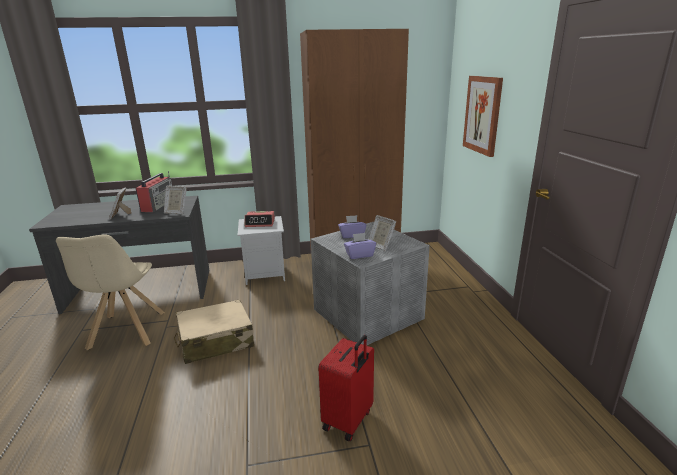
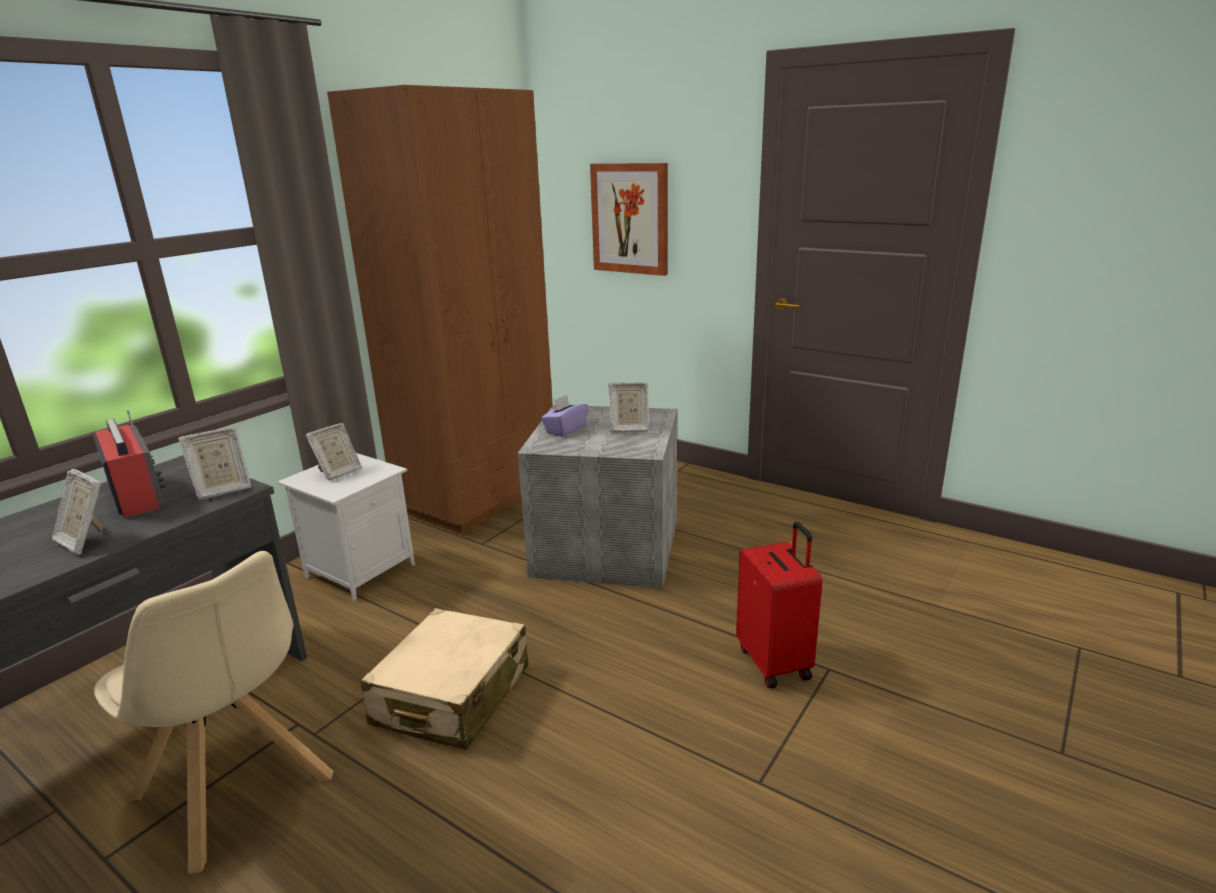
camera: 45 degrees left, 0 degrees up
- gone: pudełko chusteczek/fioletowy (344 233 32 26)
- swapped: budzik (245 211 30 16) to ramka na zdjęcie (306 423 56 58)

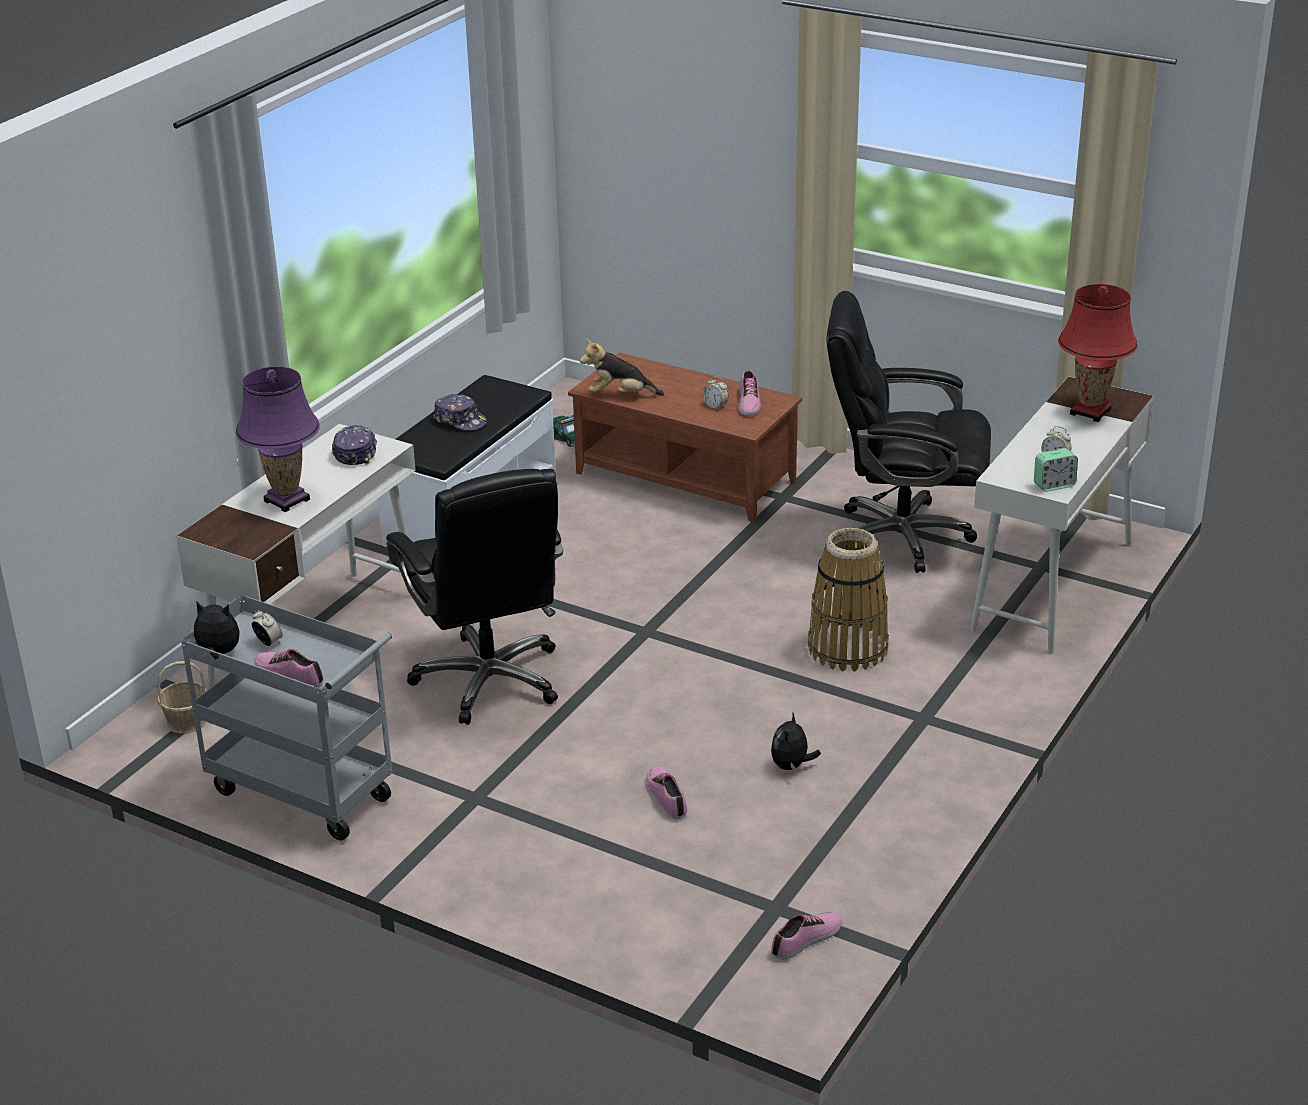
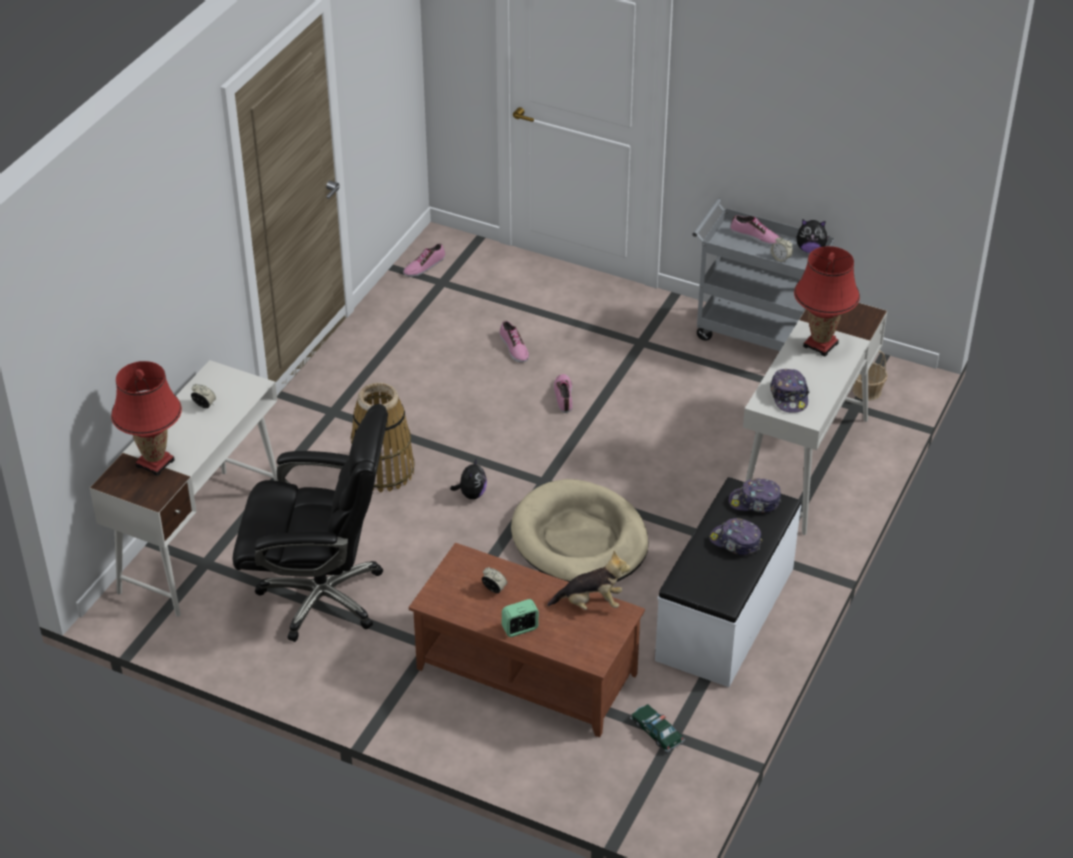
camera: 175 degrees right, 10 degrees up
- gone: krzesło biurowe/czarny (386 469 177 256)
- new: legowisko/beżowy (511 479 138 103)
- new: czapka z daszkiem (729 478 52 35)
- shifted: but (738 370 23 46) to (554 374 19 39)
- shifted: pluszak (771 713 50 59) to (450 458 37 41)
- shifted: budzik (1034 448 44 44) to (502 599 37 38)
- repainted: lampa stołowa/fioletowy (236 366 84 146) to lampa stołowa/czerwony (794 246 66 110)

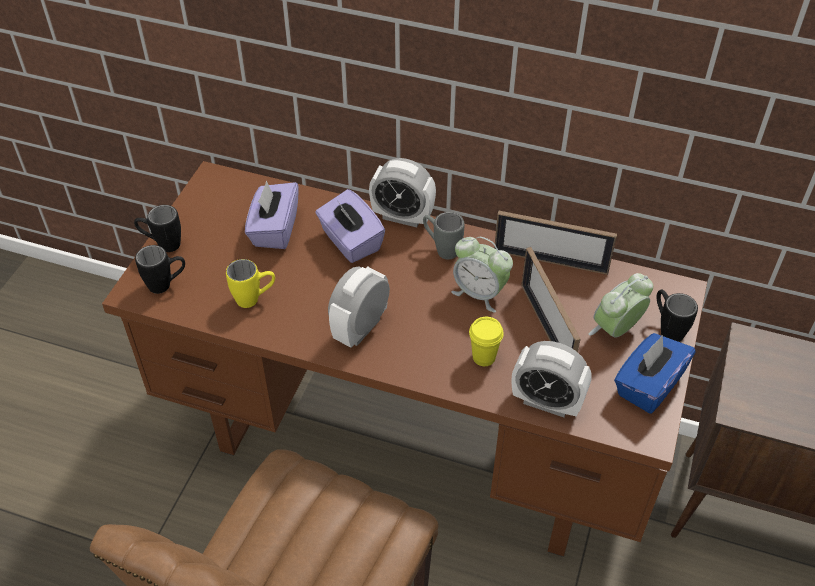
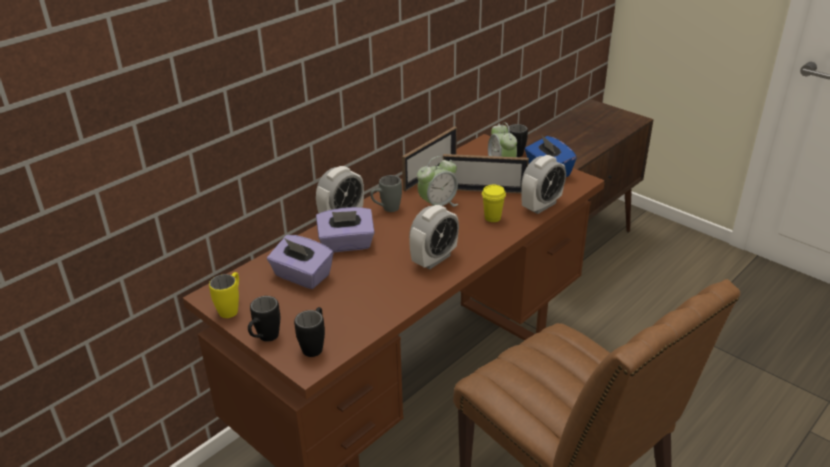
camera: 65 degrees left, 15 degrees down
- shifted: kubek/żółty (226 259 49 49) to (209 272 30 46)
- rotated: budzik (328 266 62 82) = (409 205 50 64) 105 degrees counterclockwise

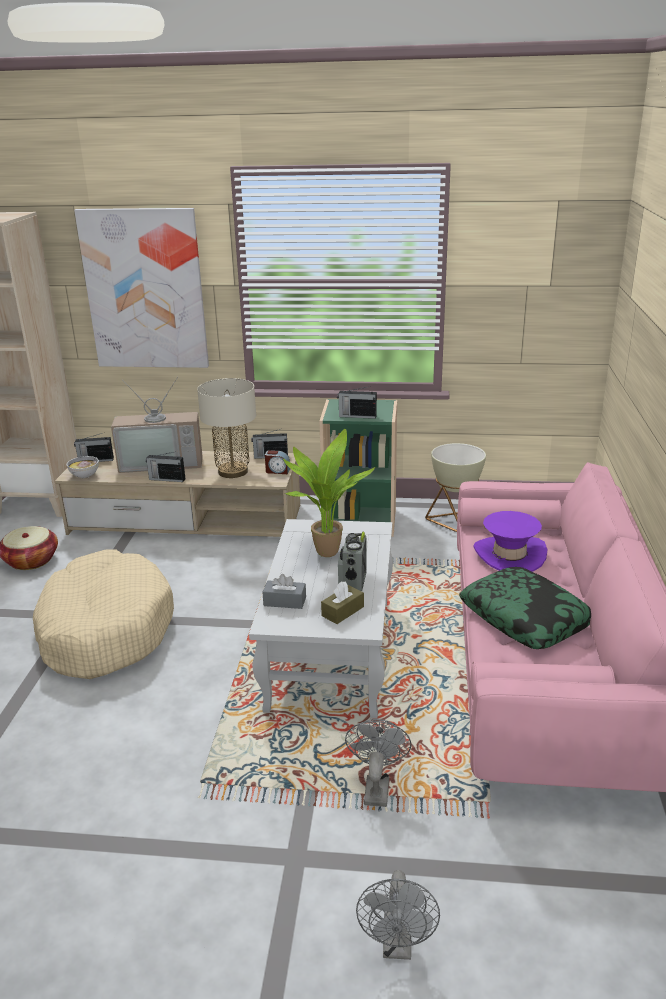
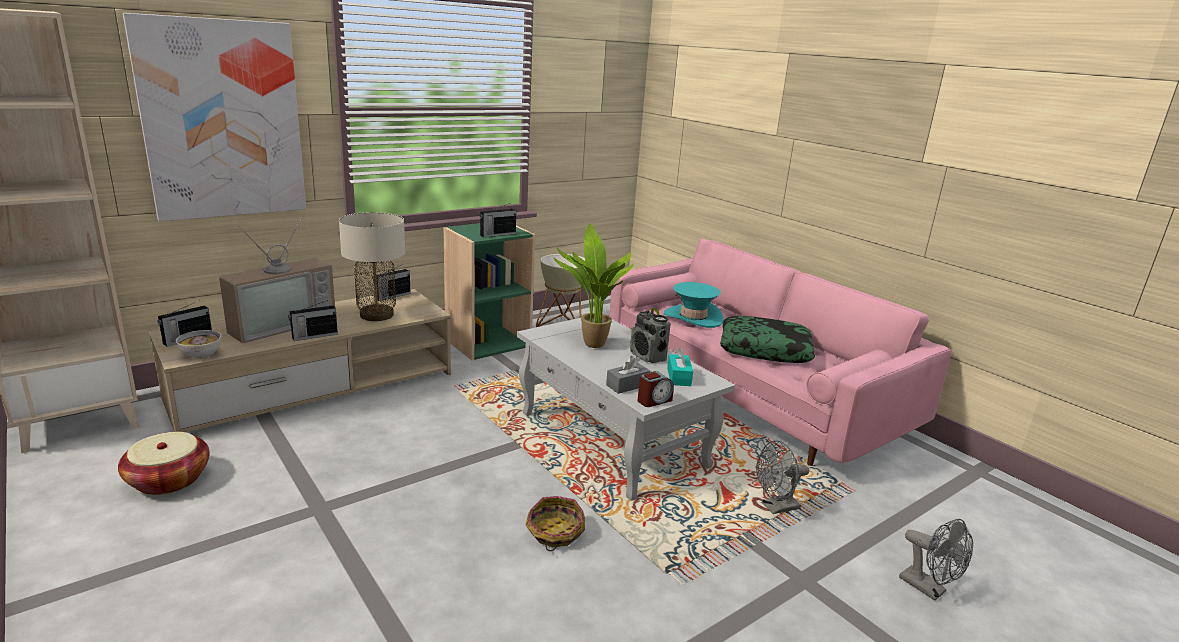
camera: 45 degrees left, 5 degrees down
- gone: legowisko/beżowy (33 550 141 129)
- new: koszyk (526 496 59 55)
- shifted: budzik (265 450 25 24) to (637 371 37 36)
- repainted: pudełko chusteczek/brązowy (321 581 43 43) to pudełko chusteczek/turkusowy (667 347 26 39)
- repainted: kapelusz/fioletowy (473 511 74 61) to kapelusz/turkusowy (664 282 59 46)
- rotated: wentylator/szary (345 719 67 88) = (756 440 53 74) 75 degrees counterclockwise

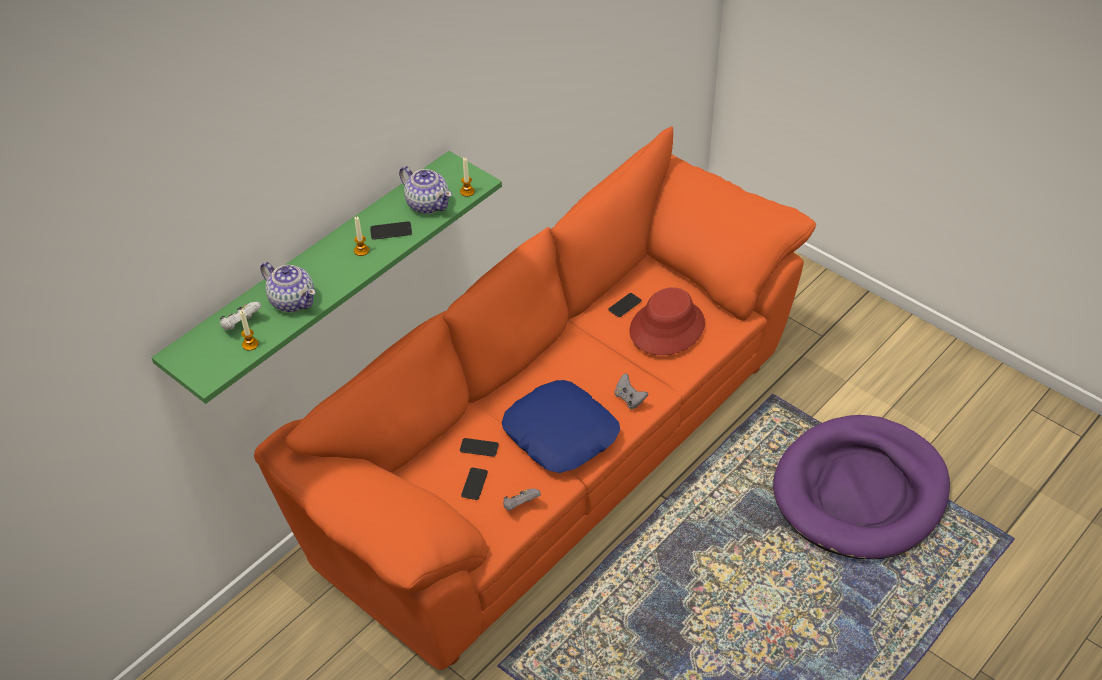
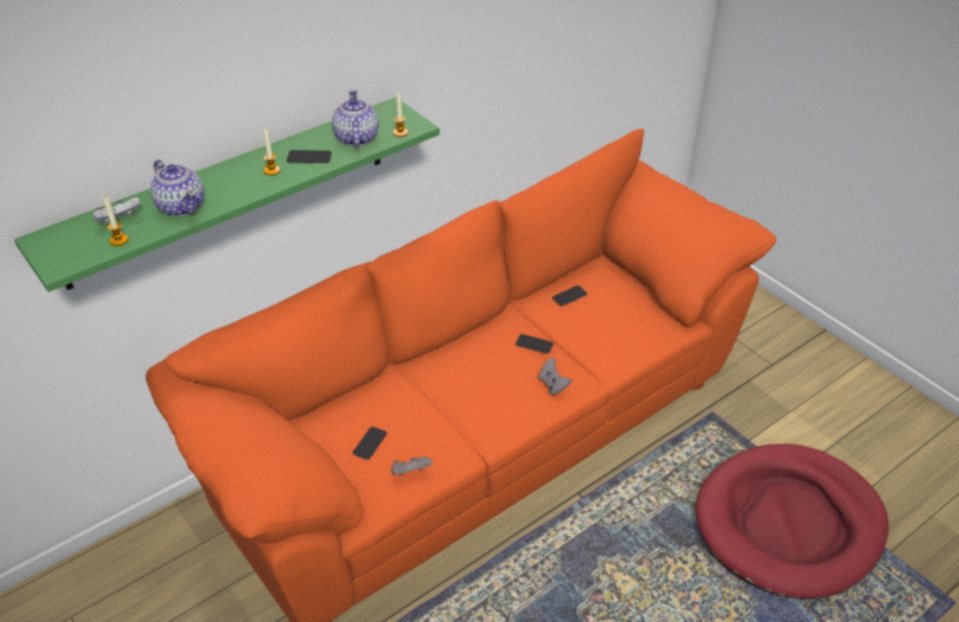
camera: 10 degrees right, 5 degrees down
- gone: poduszka/niebieski (502 380 118 93)
- gone: kapelusz/czerwony (630 287 75 68)
- shifted: telefon (460 438 39 19) to (515 334 39 20)
- repainted: legowisko/fioletowy (773 415 177 144) to legowisko/czerwony (695 444 194 155)
- rotated: imbryk (399 166 53 48) = (332 90 47 57) 150 degrees counterclockwise

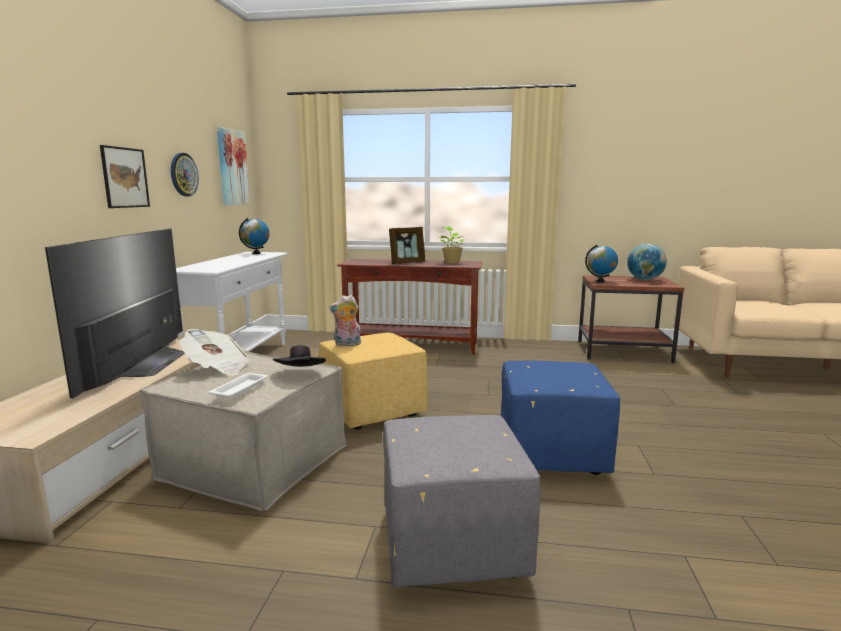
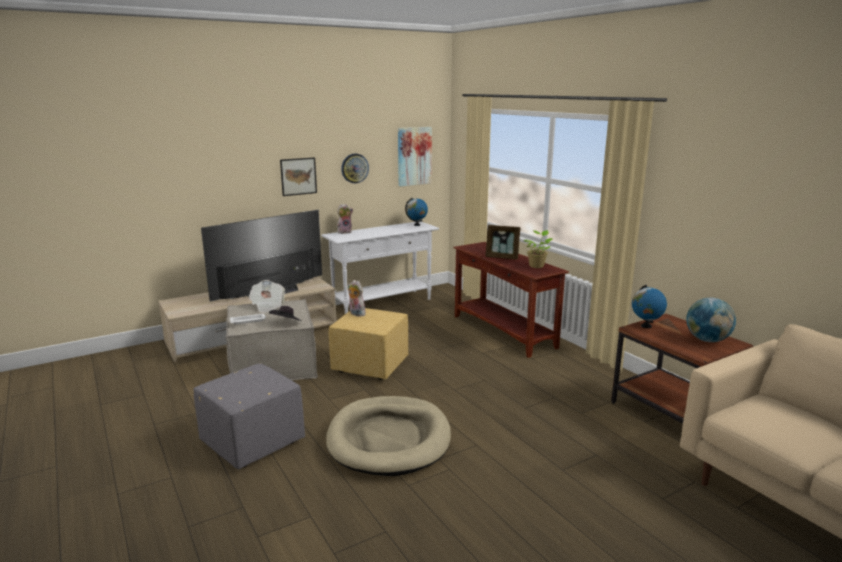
camera: 50 degrees right, 5 degrees up
- new: pluszak (337 204 16 30)
- swapped: pufa/niebieski (501 361 119 114) to legowisko/beżowy (326 396 125 80)

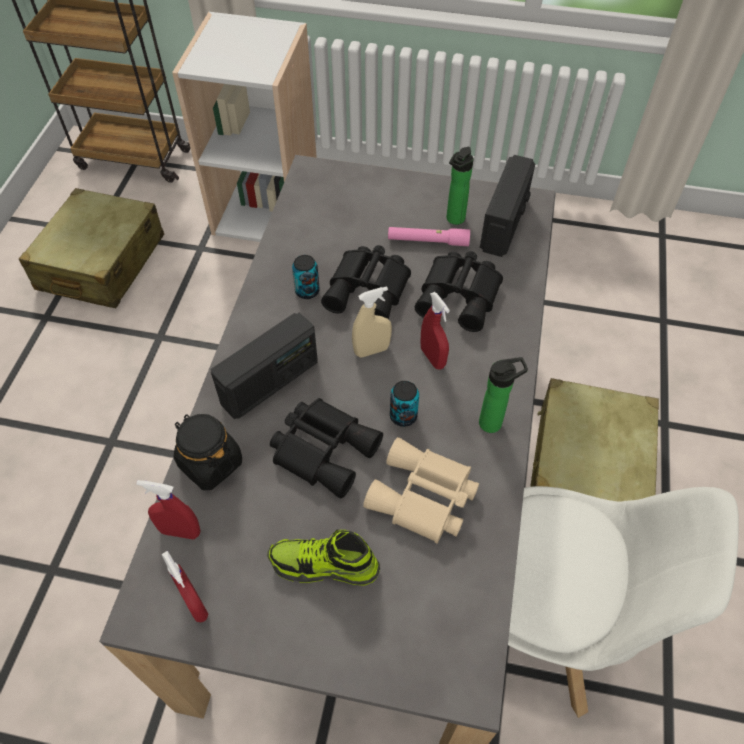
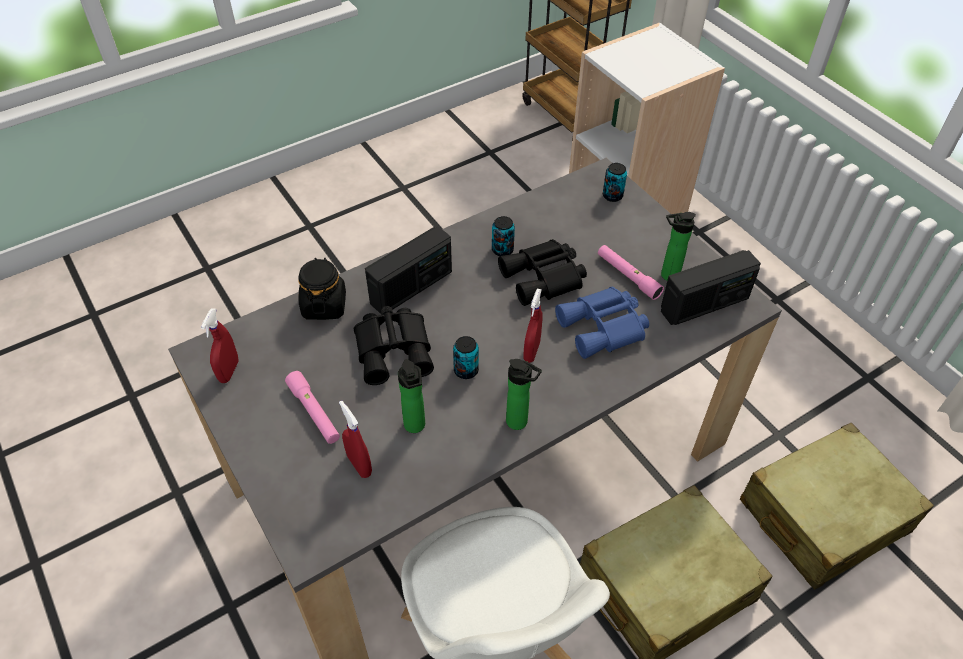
camera: 45 degrees right, 5 degrees down
- gone: spryskiwacz/beżowy (352 286 40 72)
- new: puszka (603 163 24 39)
- shifted: walizka/beżowy (19 188 145 120) to (740 423 194 167)
- shifted: spryskiwacz/czerwony (137 480 63 59) to (339 401 33 77)
- swapped: but (267 530 113 56) to latarka/różowy (285 371 55 73)
- swapped: lornetka/beżowy (363 437 116 107) to butelka (398 359 27 74)
- repainted: lornetka/czarny (415 251 88 81) to lornetka/niebieski (555 287 94 72)
- rotated: radio (211 313 107 106) = (365 226 87 88) 45 degrees counterclockwise

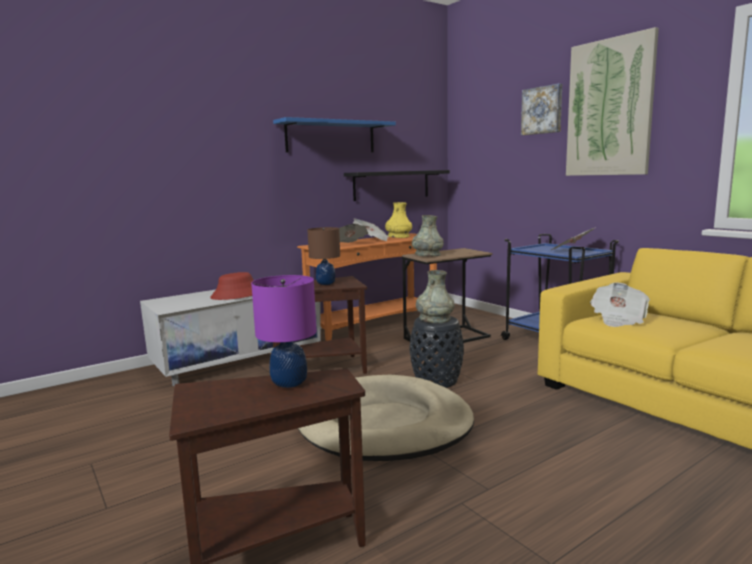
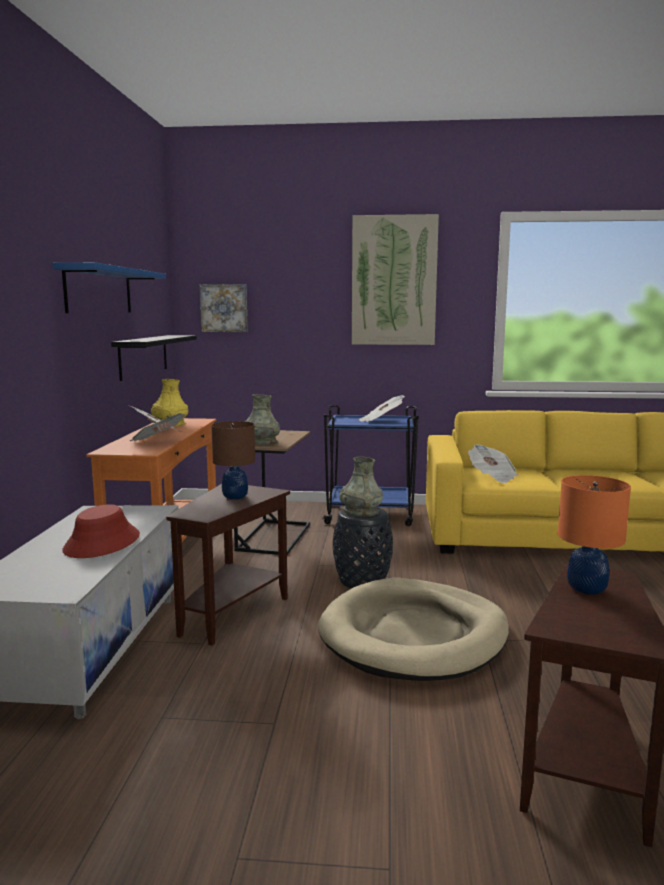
camera: 50 degrees left, 0 degrees up
- shifted: obraz (521 83 41 52) to (199 284 49 48)
- repainted: lampa stołowa/fioletowy (251 275 65 113) to lampa stołowa/pomarańczowy (558 475 73 120)

